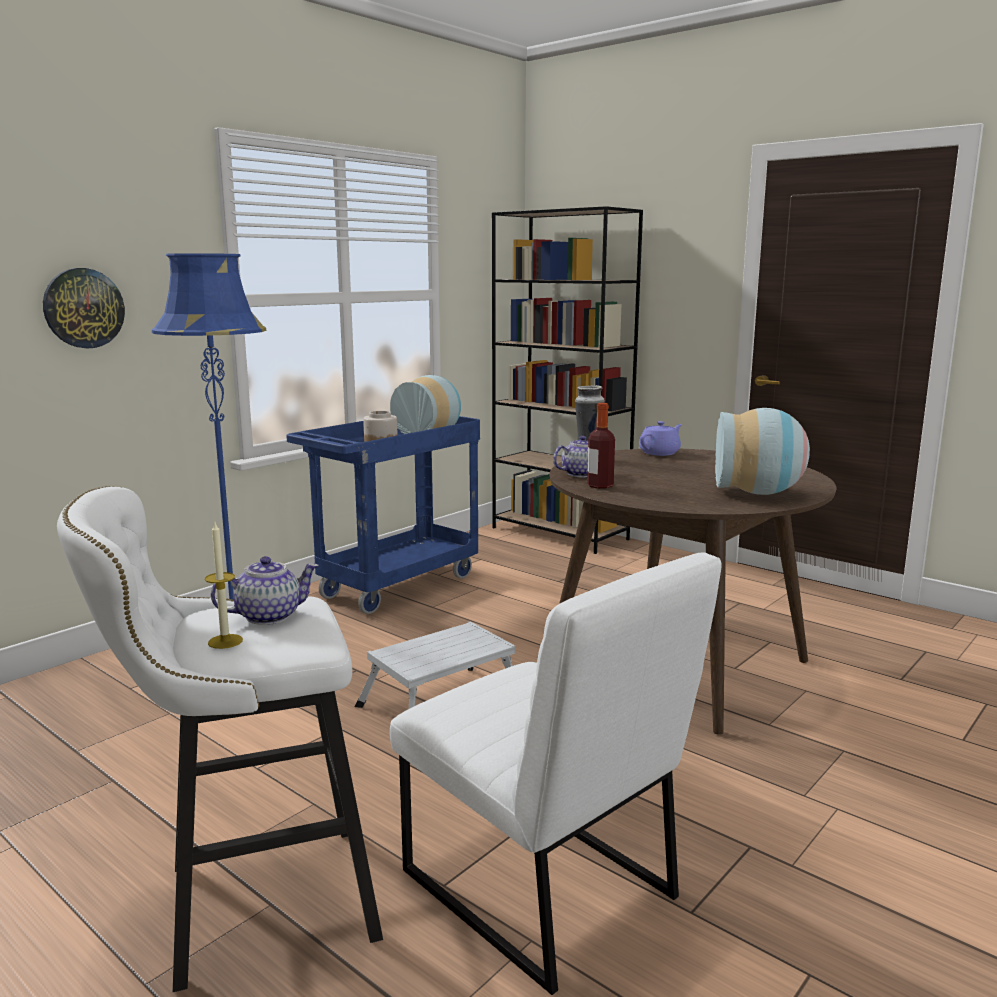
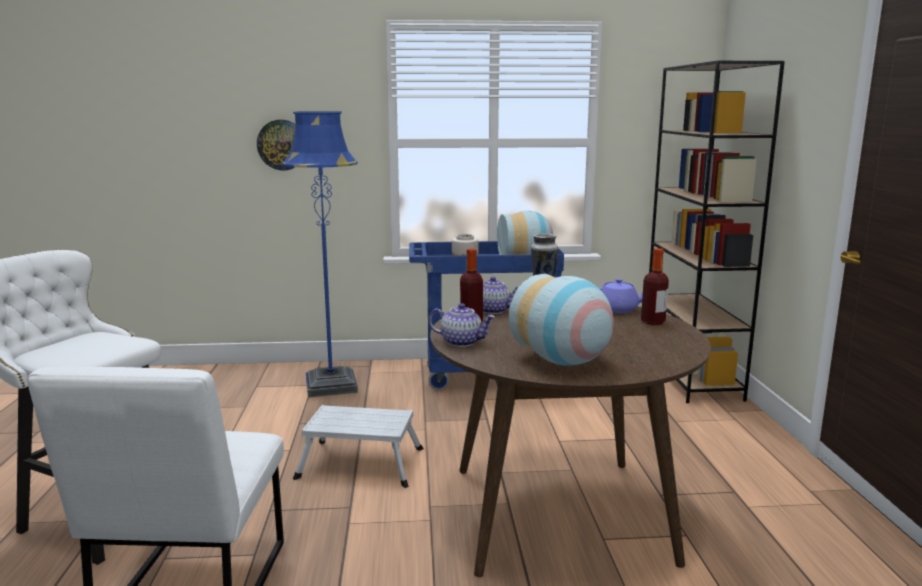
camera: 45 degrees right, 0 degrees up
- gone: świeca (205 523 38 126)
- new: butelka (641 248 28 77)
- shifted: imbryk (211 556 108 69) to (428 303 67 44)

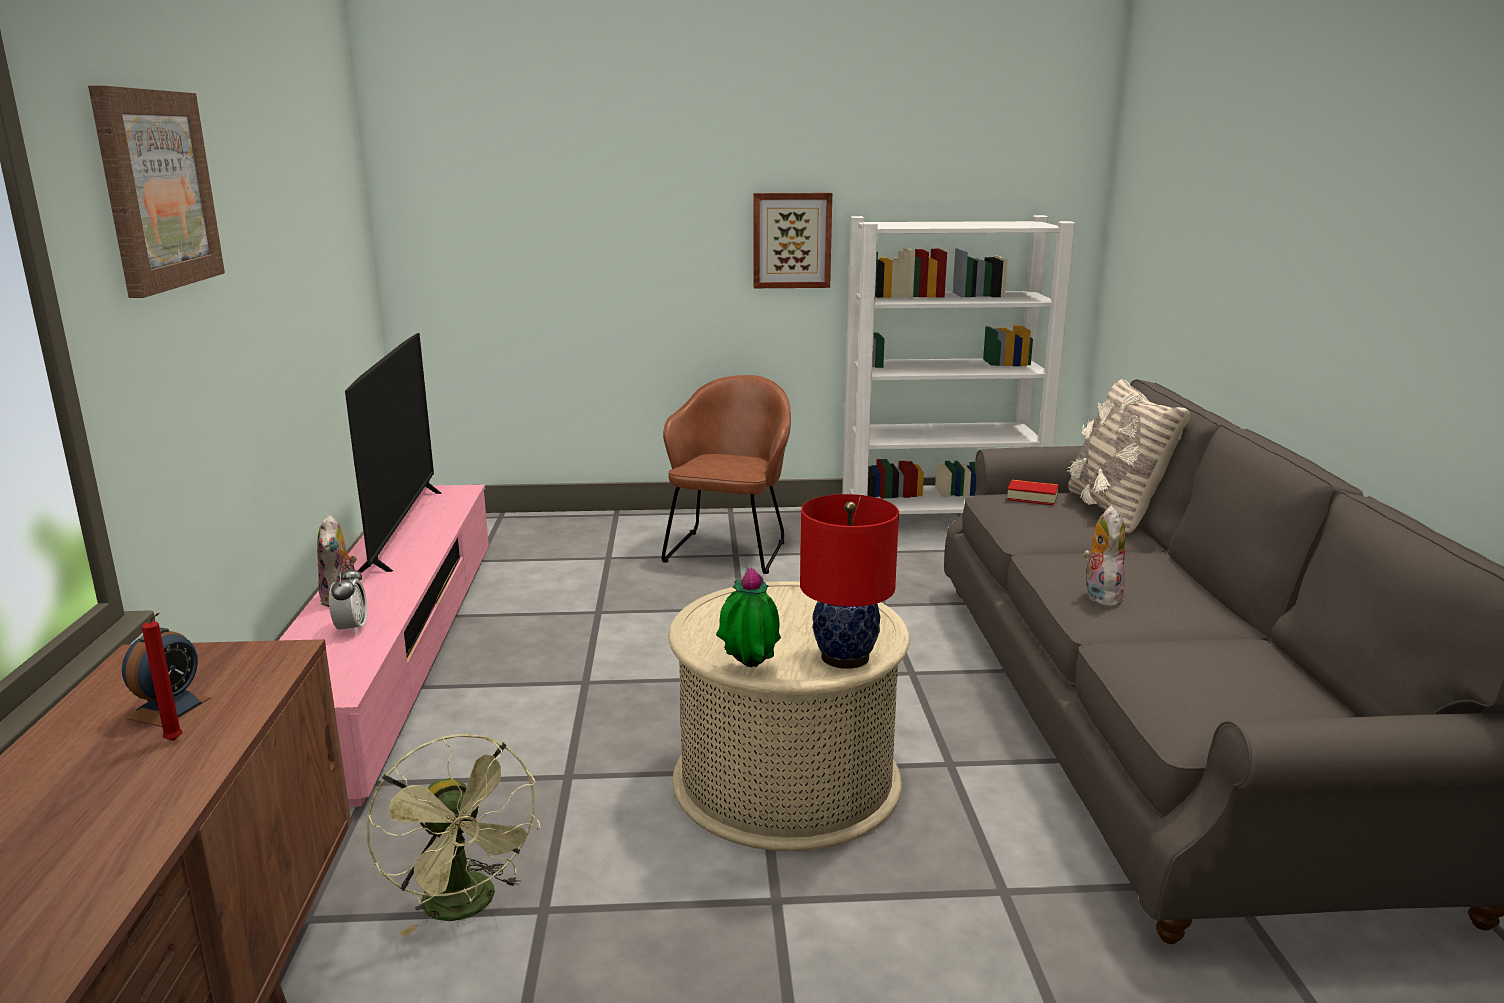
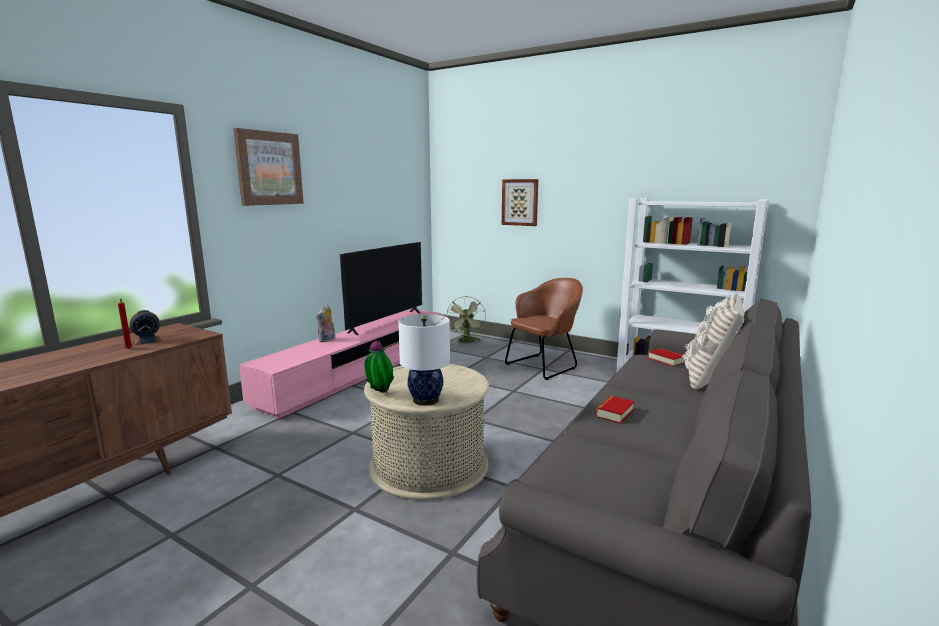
camera: 35 degrees right, 5 degrees down
- gone: budzik (329 564 38 71)
- shifted: wentylator/zielony (367 734 174 203) to (446 296 40 47)
- shifted: obraz (753 193 79 95) to (502 179 36 47)
- swapped: pluszak (1083 506 42 101) to książka (596 396 39 28)
- repainted: lampa stołowa/czerwony (800 494 99 175) to lampa stołowa/biały (398 314 52 92)

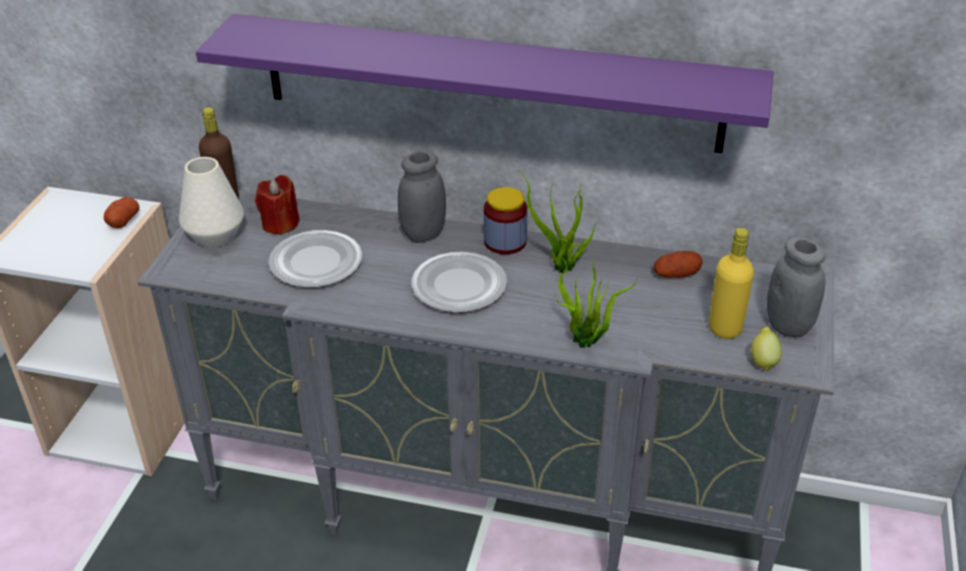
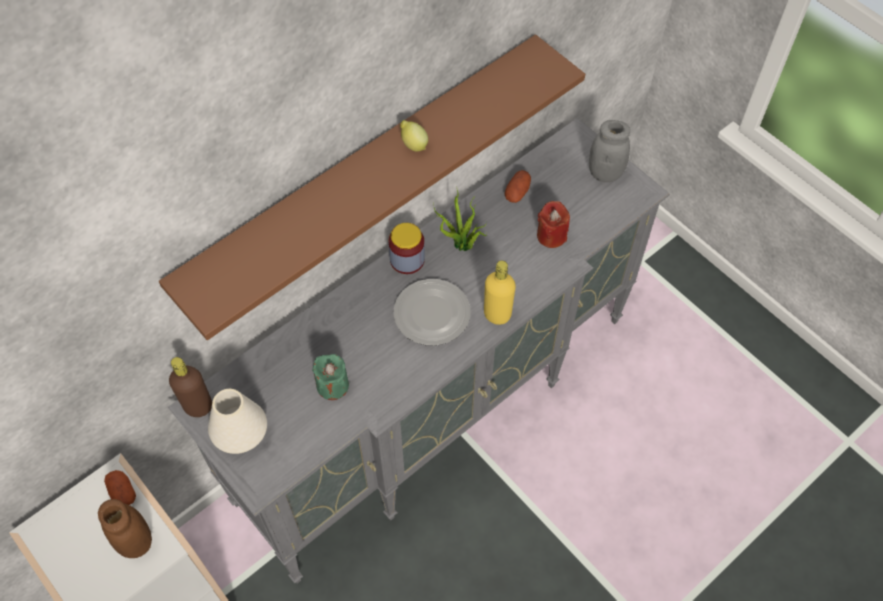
camera: 55 degrees left, 20 degrees up
- gone: słoik/szary (398 150 48 93)
- gone: roślina doniczkowa (554 248 84 100)
- new: słoik/brązowy (98 499 54 59)
- shifted: świeca/czerwony (255 175 45 60) to (537 201 33 47)
- shifted: butelka/żółty (709 228 45 111) to (484 260 32 65)
- shifted: cytryna (751 327 31 44) to (400 120 28 32)
- swapped: talerz (268 230 95 58) to świeca/zielony (312 354 37 46)
- repainted: półka/fioletowy (196 14 577 139) to półka/brązowy (159 34 426 306)

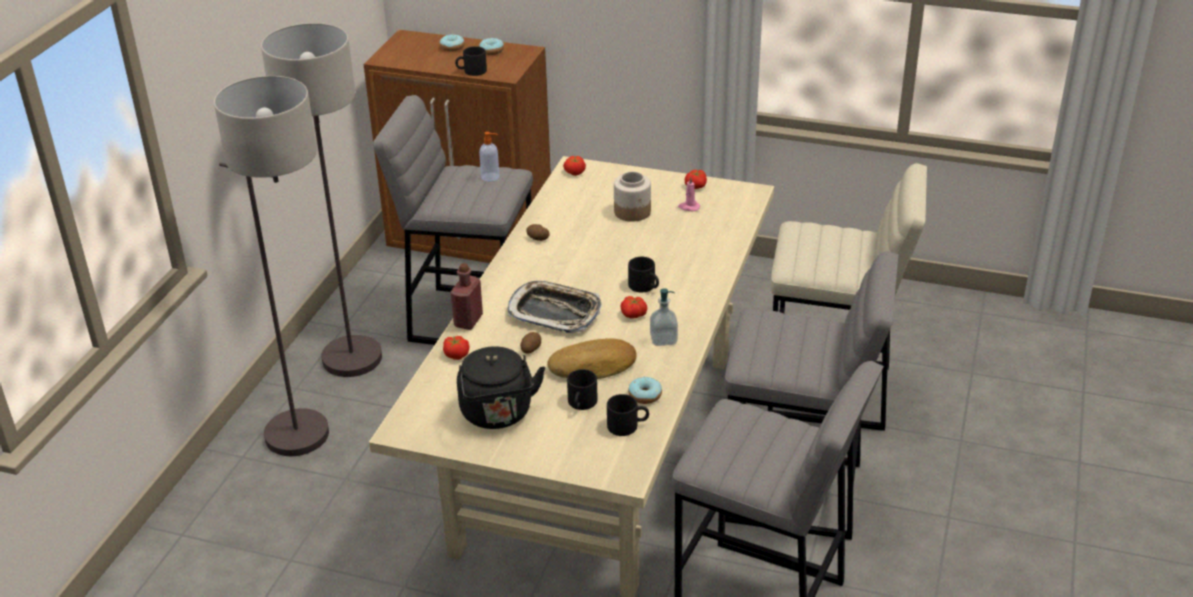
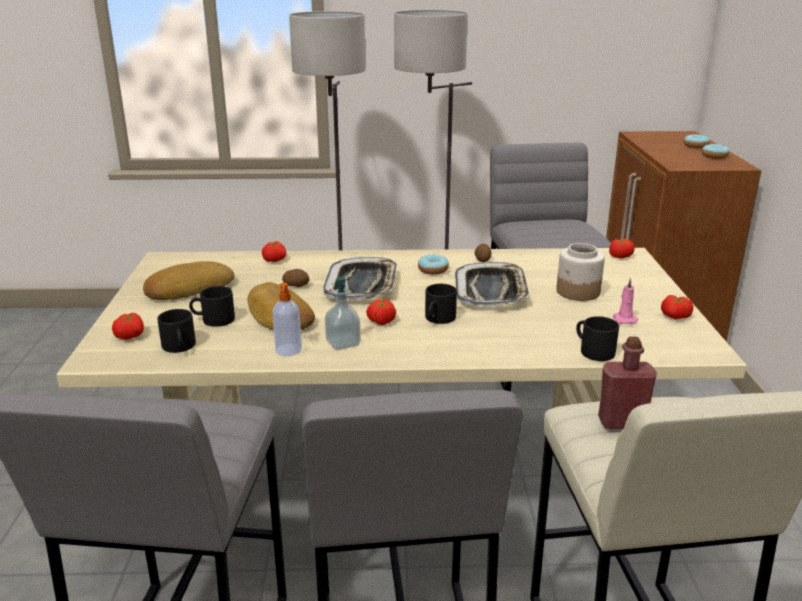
camera: 70 degrees right, 10 degrees down
- new: pomidor (112 313 32 27)
- new: taca (455 262 75 44)
- shifted: butelka/czerwony (450 263 33 67) to (598 336 59 93)
- shifted: kubek/czarny (455 46 32 30) to (576 316 43 45)
- shifted: dozownik mydła (479 132 20 50) to (272 283 30 73)
- shifted: donut (628 377 34 27) to (418 254 31 21)
- swapped: czajnik/czarny (457 346 88 83) to chleb (143 261 92 39)

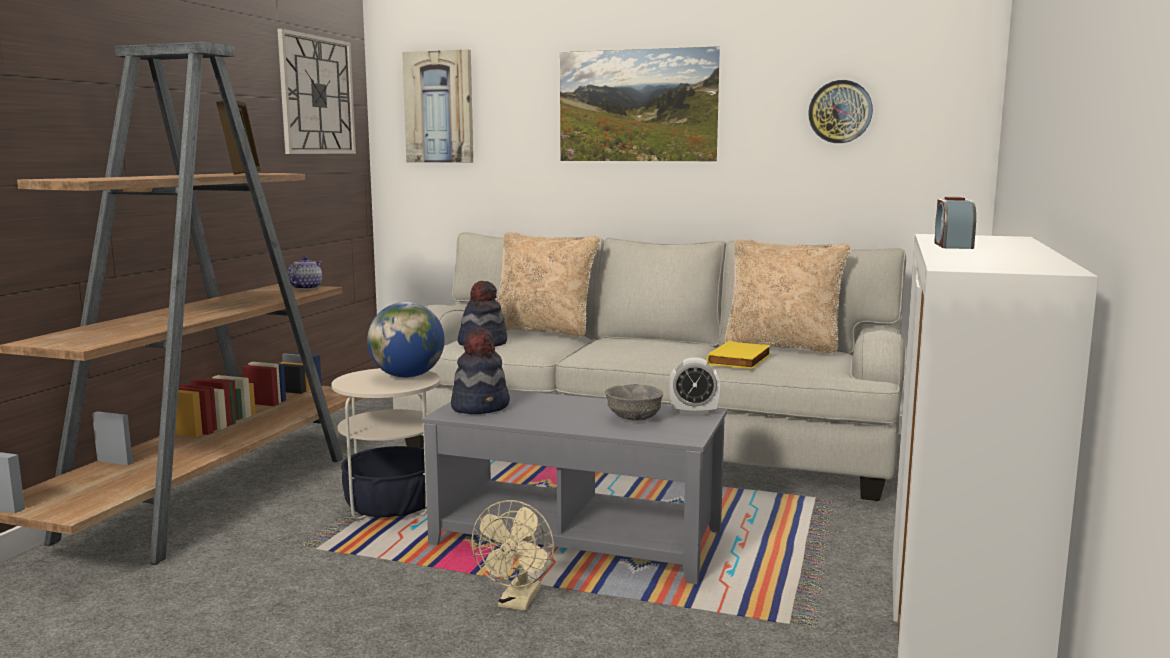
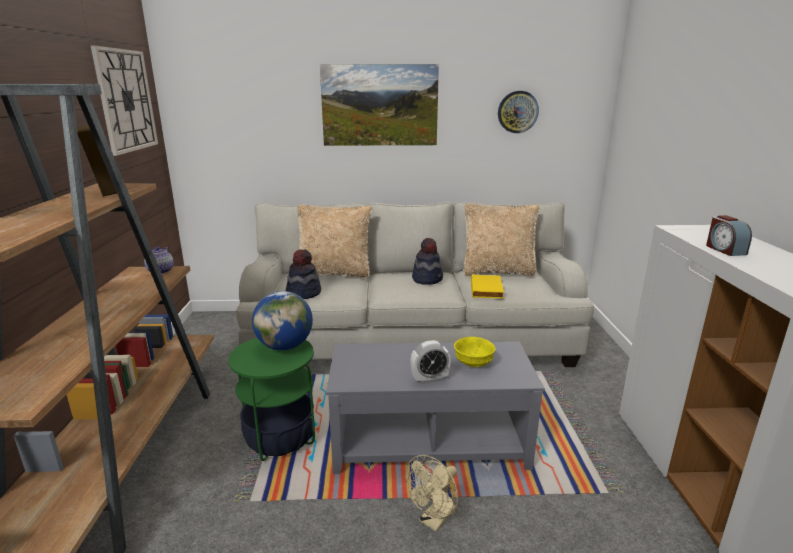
camera: 20 degrees left, 10 degrees up
- gone: obraz (402 49 71 114)
- shifted: kapelusz (451 327 59 87) to (412 238 31 47)
- shifted: budzik (669 357 51 58) to (411 340 40 44)
- repainted: stolik/beżowy (331 368 109 152) to stolik/zielony (228 338 87 123)
- repainted: miska/szary (605 384 58 37) to miska/żółty (454 337 42 30)
- rotated: wentylator/beżowy (471 500 83 111) = (405 455 53 77) 45 degrees clockwise

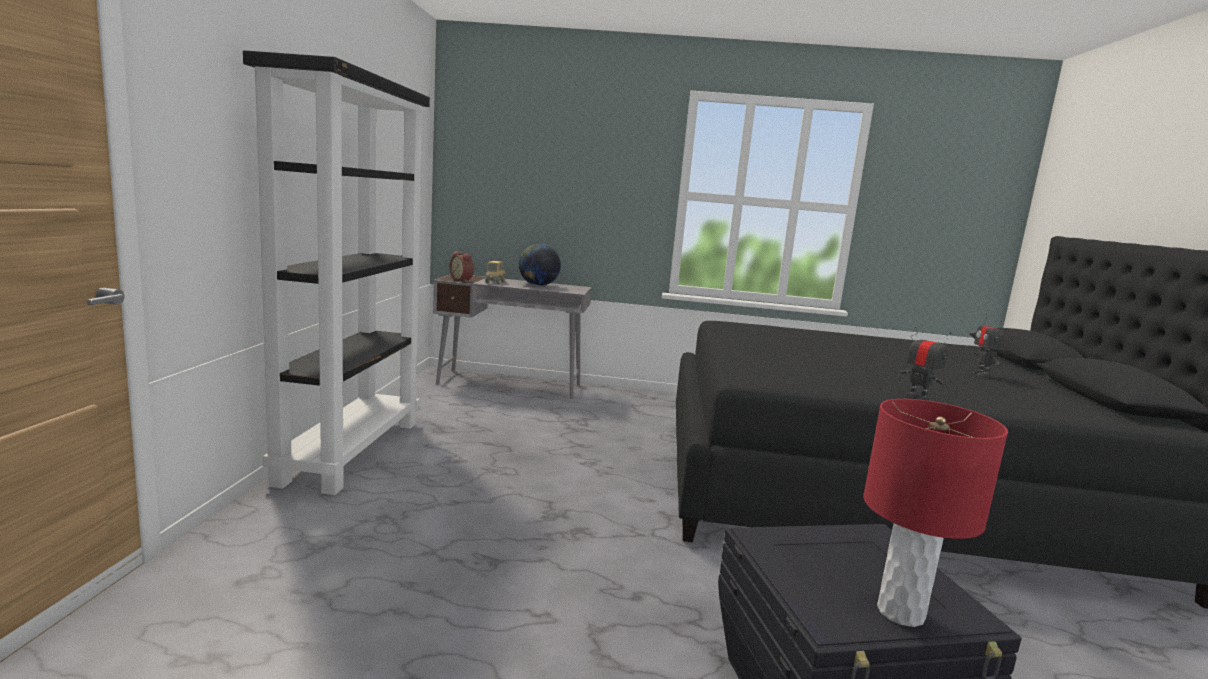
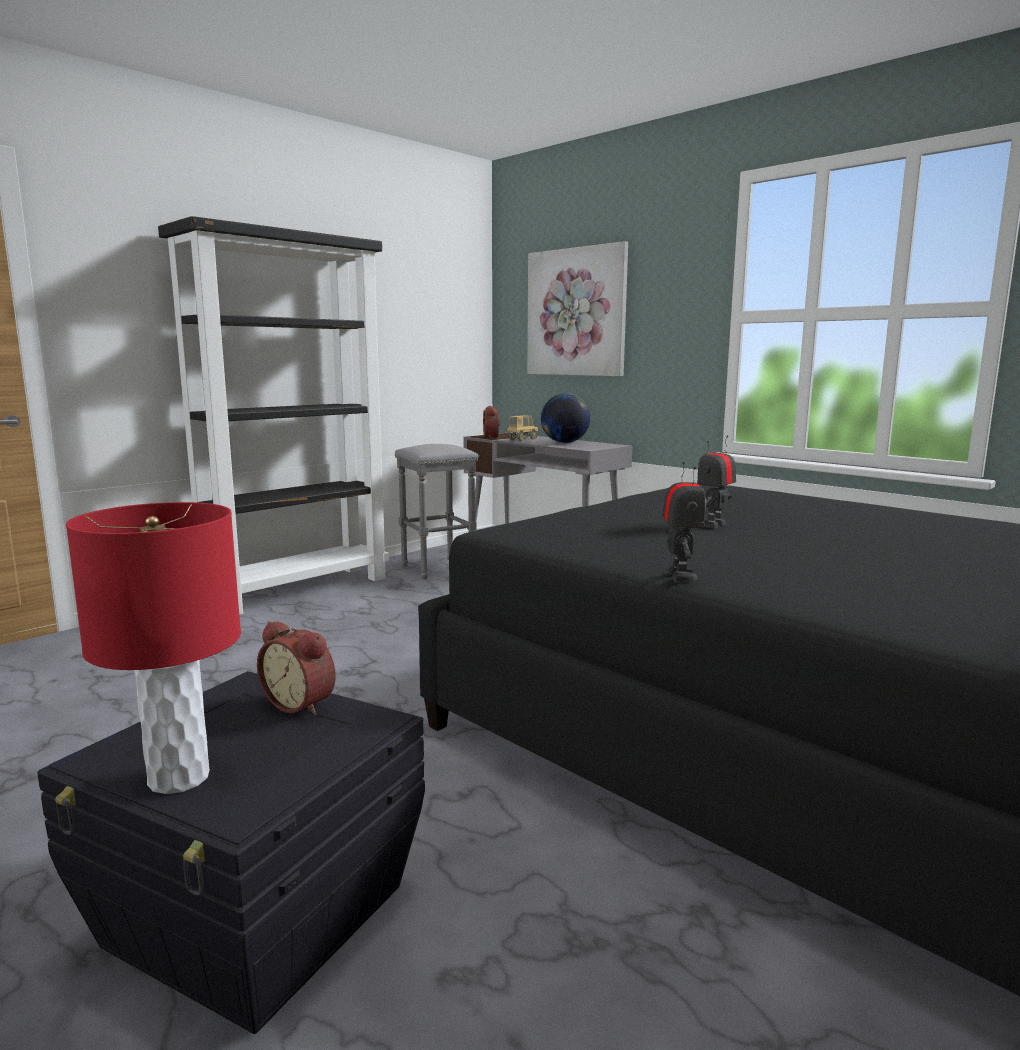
camera: 40 degrees right, 0 degrees up
- new: budzik (257 621 79 94)
- new: stołek/szary (395 444 83 135)
- new: obraz (527 241 101 135)
- shifted: robot zabawkowy (972 314 33 64) to (697 435 39 94)

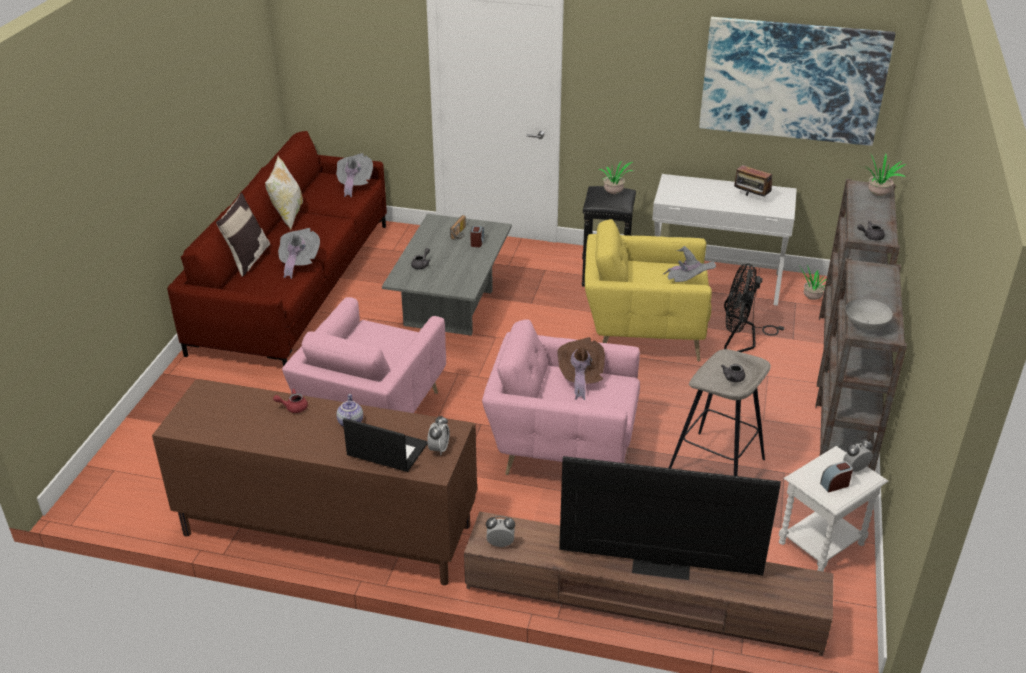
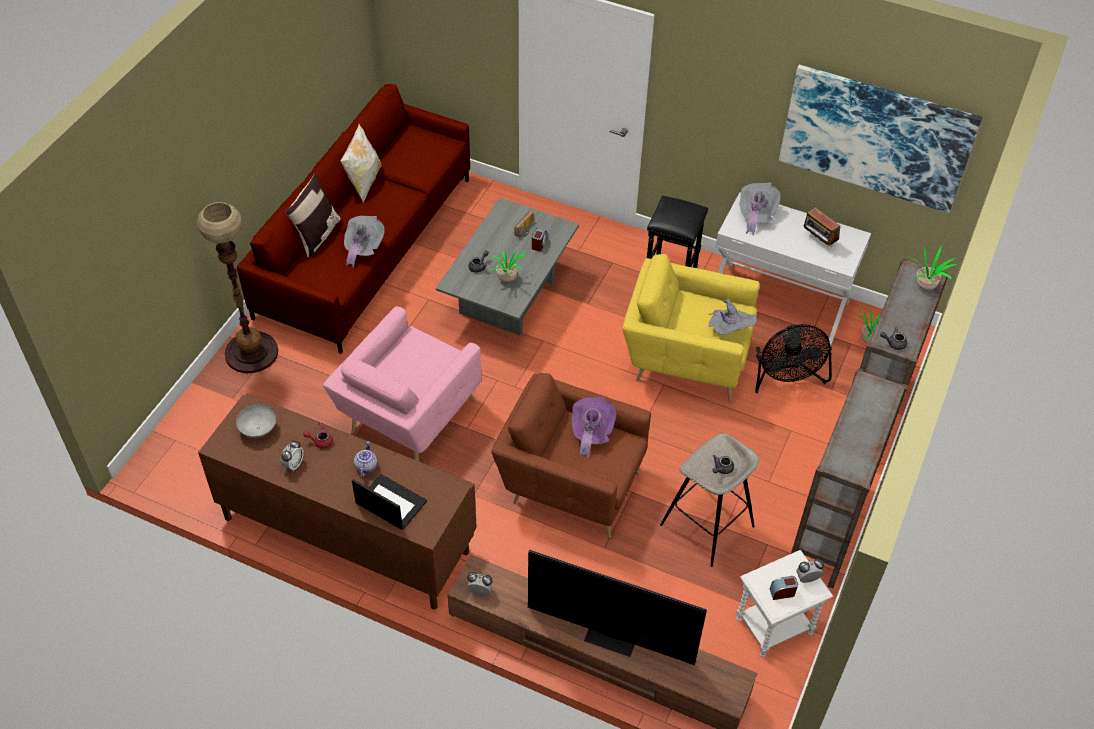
camera: 10 degrees right, 15 degrees up
- new: lampa stojąca (197 202 81 171)
- shifted: kapelusz/szary (336 153 37 45) to (739 183 42 52)
- shifted: budzik (427 416 22 39) to (280 440 24 31)
- shifted: roślina doniczkowa (599 161 34 33) to (491 249 37 33)
- shifted: miska/szary (845 299 48 30) to (236 404 40 34)
- repainted: fotel/różowy (482 319 158 156) to fotel/brązowy (491 373 160 165)
- repainted: kapelusz/brązowy (557 337 48 63) to kapelusz/fioletowy (571 397 45 61)
- rotated: wentylator/czarny (724 263 61 89) = (755 324 77 69) 120 degrees counterclockwise

